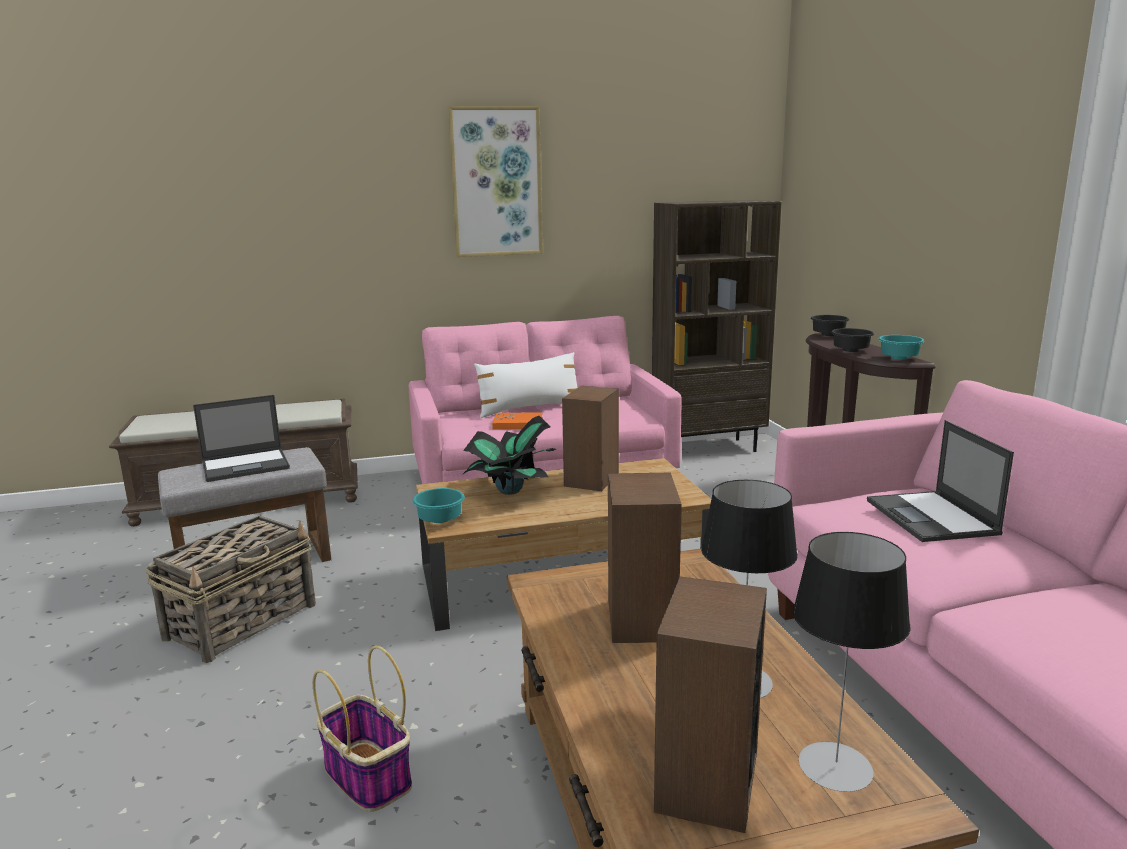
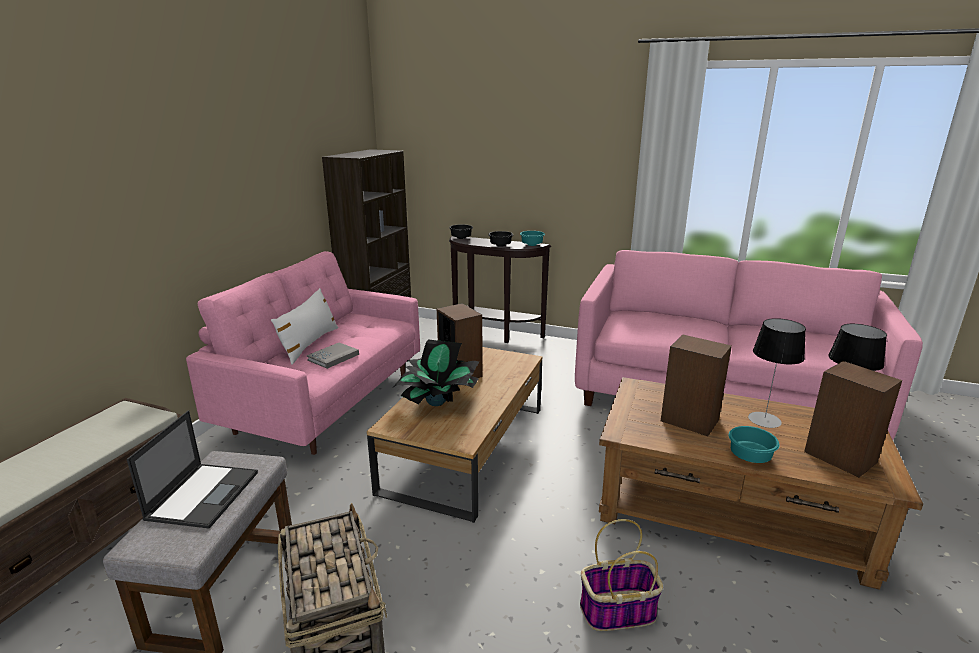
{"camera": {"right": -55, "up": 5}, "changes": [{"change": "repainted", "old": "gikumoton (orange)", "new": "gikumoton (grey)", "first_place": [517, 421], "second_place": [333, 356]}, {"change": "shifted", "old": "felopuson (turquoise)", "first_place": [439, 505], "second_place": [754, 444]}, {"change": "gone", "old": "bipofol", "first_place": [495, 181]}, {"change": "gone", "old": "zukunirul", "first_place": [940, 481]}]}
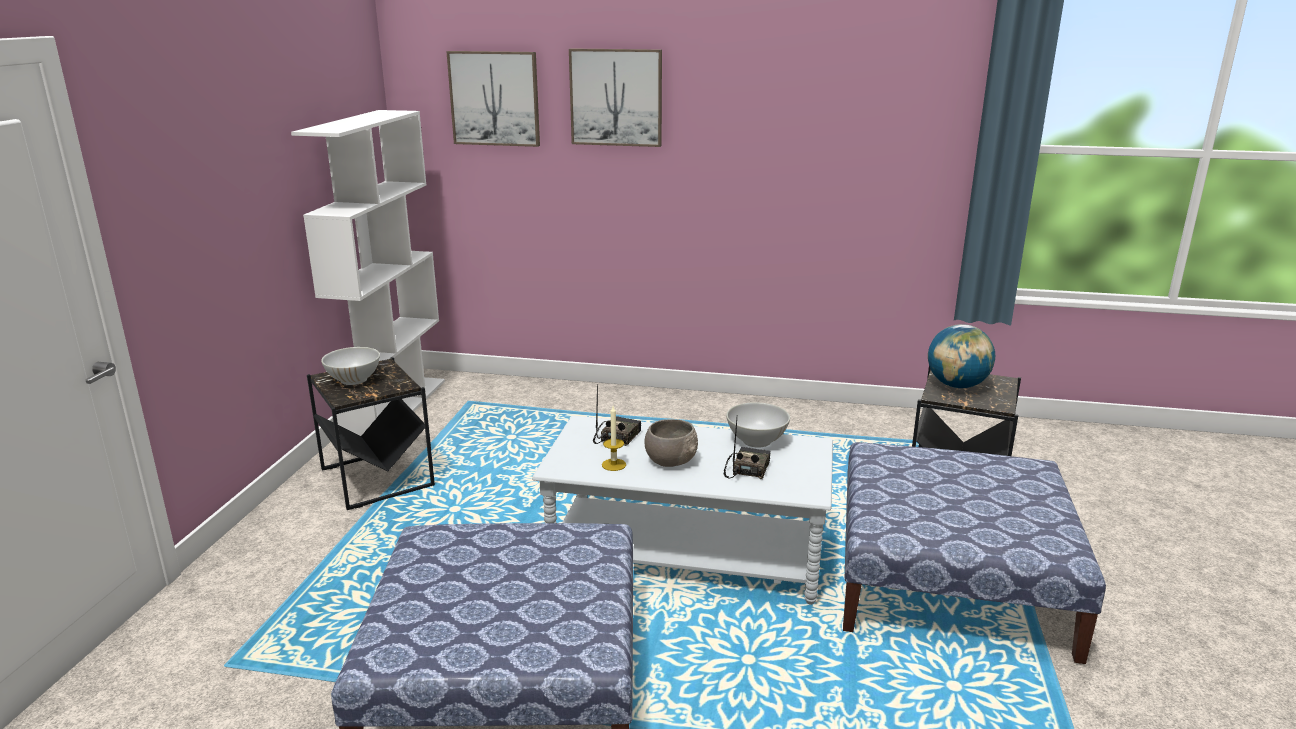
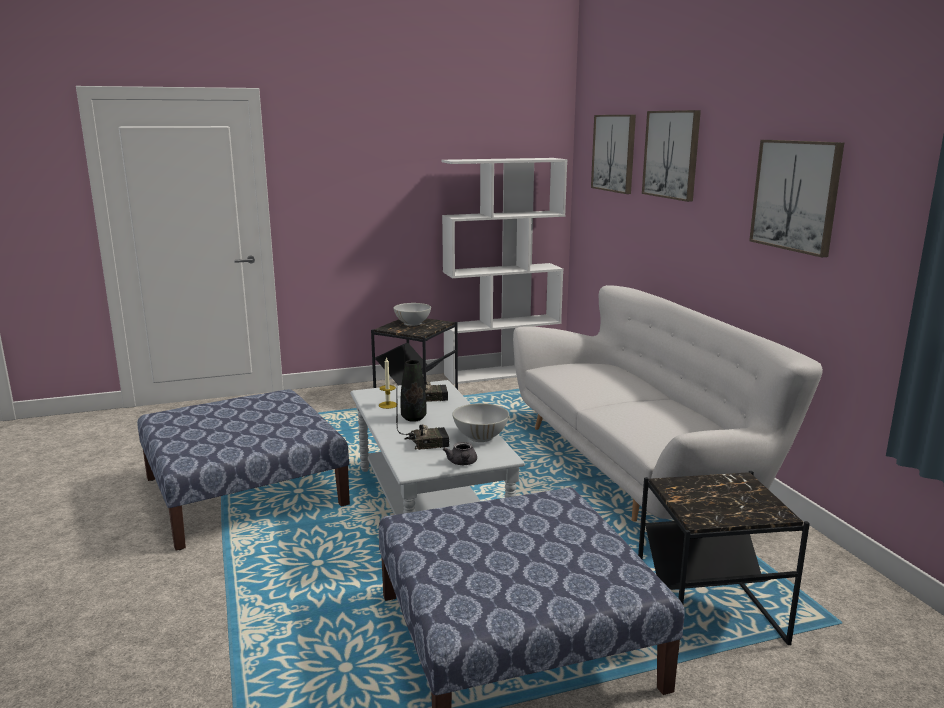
{"camera": {"right": 60, "up": -5}, "changes": [{"change": "swapped", "old": "felopuson (grey)", "new": "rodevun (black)", "first_place": [671, 443], "second_place": [413, 391]}, {"change": "new", "new": "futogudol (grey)", "second_place": [460, 453]}, {"change": "new", "new": "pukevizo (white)", "second_place": [668, 403]}, {"change": "new", "new": "bipofol", "second_place": [796, 199]}, {"change": "gone", "old": "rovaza", "first_place": [961, 356]}]}
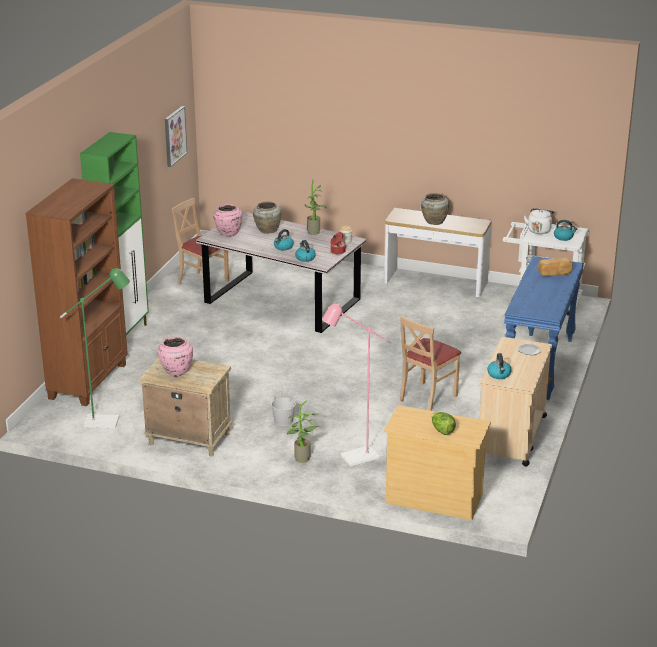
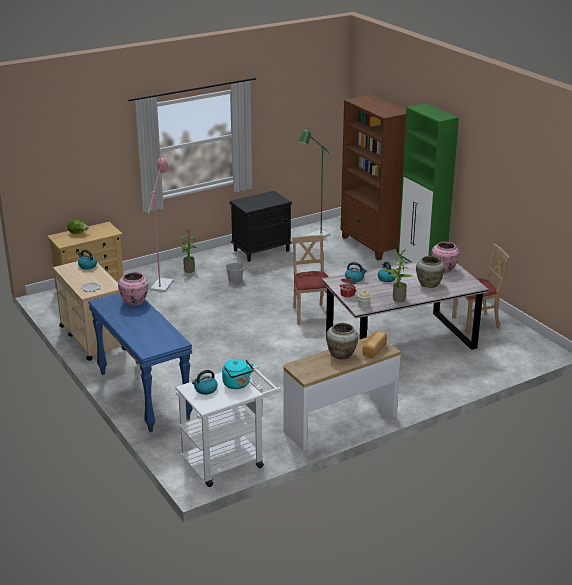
{"camera": {"right": 130, "up": 0}, "changes": [{"change": "shifted", "old": "rodevun (pink)", "first_place": [175, 356], "second_place": [133, 289]}, {"change": "repainted", "old": "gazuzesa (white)", "new": "gazuzesa (turquoise)", "first_place": [539, 221], "second_place": [238, 374]}, {"change": "repainted", "old": "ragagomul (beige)", "new": "ragagomul (black)", "first_place": [186, 407], "second_place": [260, 226]}, {"change": "shifted", "old": "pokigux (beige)", "first_place": [430, 363], "second_place": [310, 280]}, {"change": "shifted", "old": "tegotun", "first_place": [555, 267], "second_place": [375, 345]}, {"change": "gone", "old": "bipofol", "first_place": [176, 136]}]}
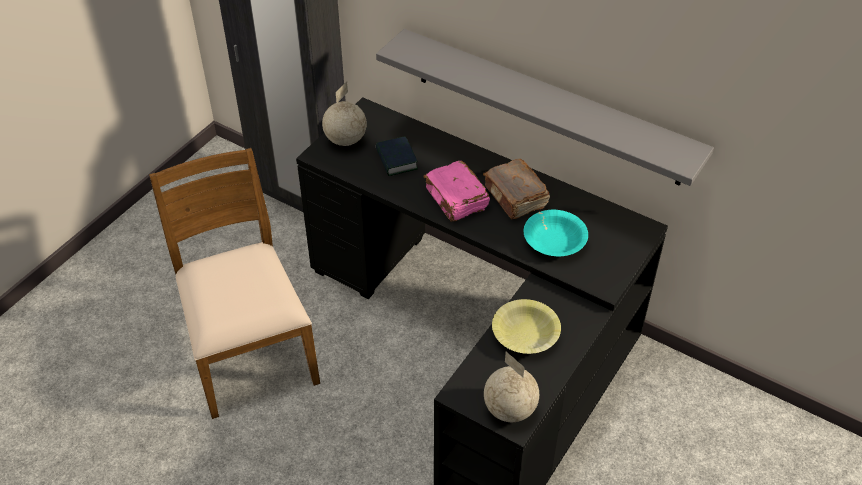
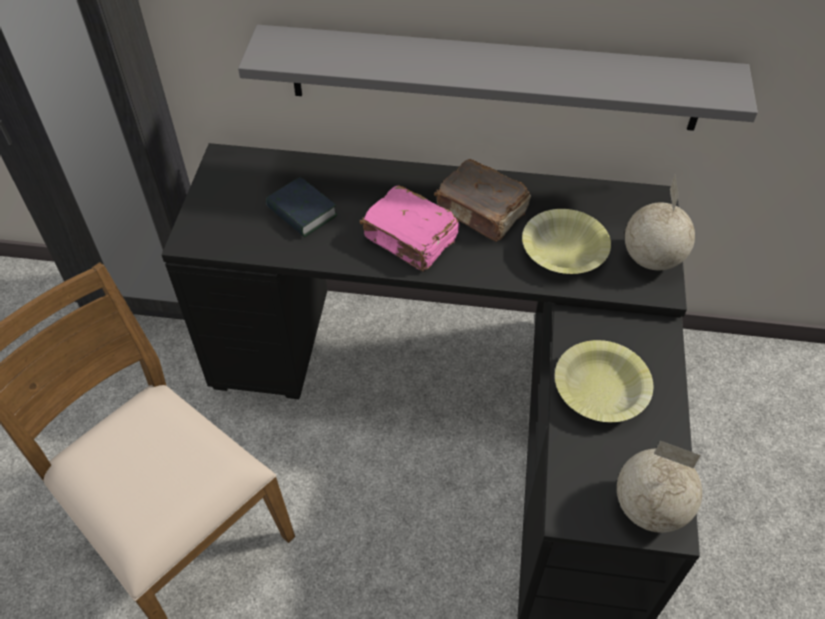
{"camera": {"right": -25, "up": 5}, "changes": [{"change": "repainted", "old": "felopuson (turquoise)", "new": "felopuson (yellow)", "first_place": [556, 233], "second_place": [566, 241]}, {"change": "shifted", "old": "rovaza", "first_place": [344, 114], "second_place": [660, 222]}]}
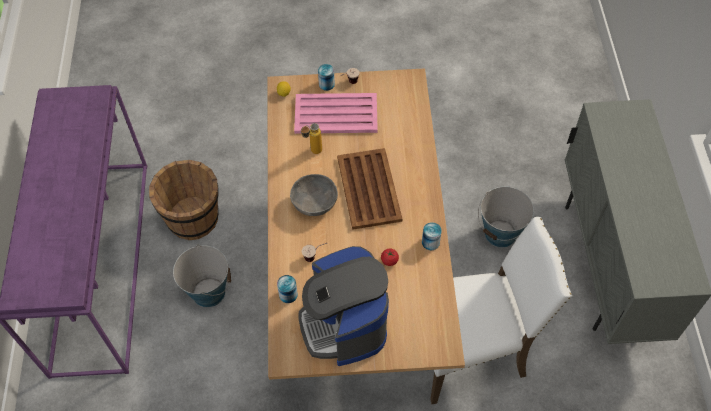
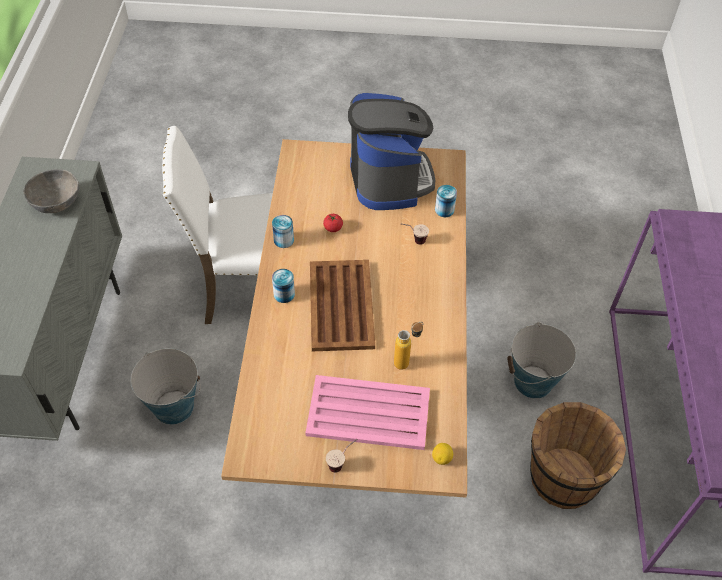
{"camera": {"right": -175, "up": -5}, "changes": [{"change": "shifted", "old": "felopuson (grey)", "first_place": [314, 195], "second_place": [51, 191]}, {"change": "shifted", "old": "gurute", "first_place": [326, 77], "second_place": [283, 286]}]}
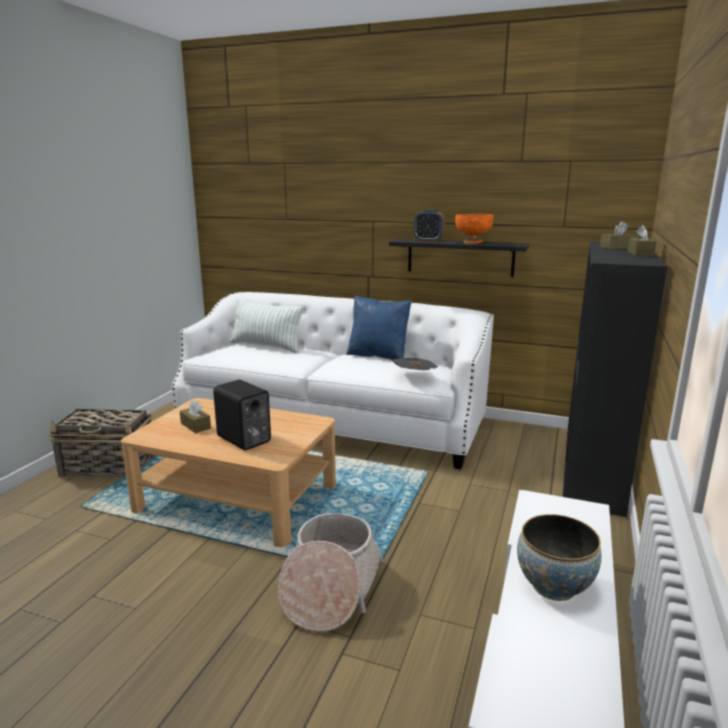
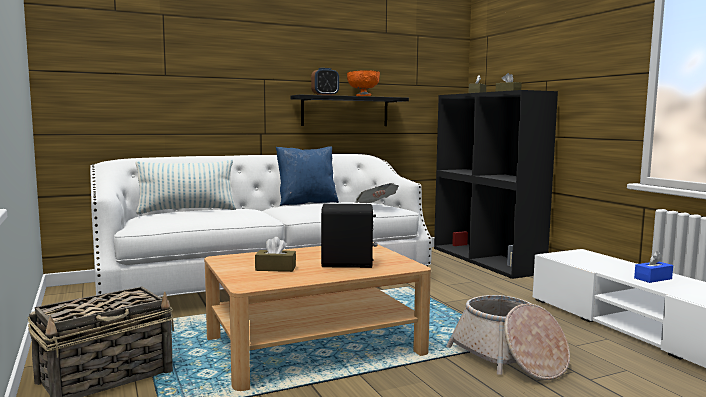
{"camera": {"right": -45, "up": -10}, "changes": [{"change": "swapped", "old": "felopuson", "new": "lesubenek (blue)", "first_place": [559, 557], "second_place": [653, 267]}]}
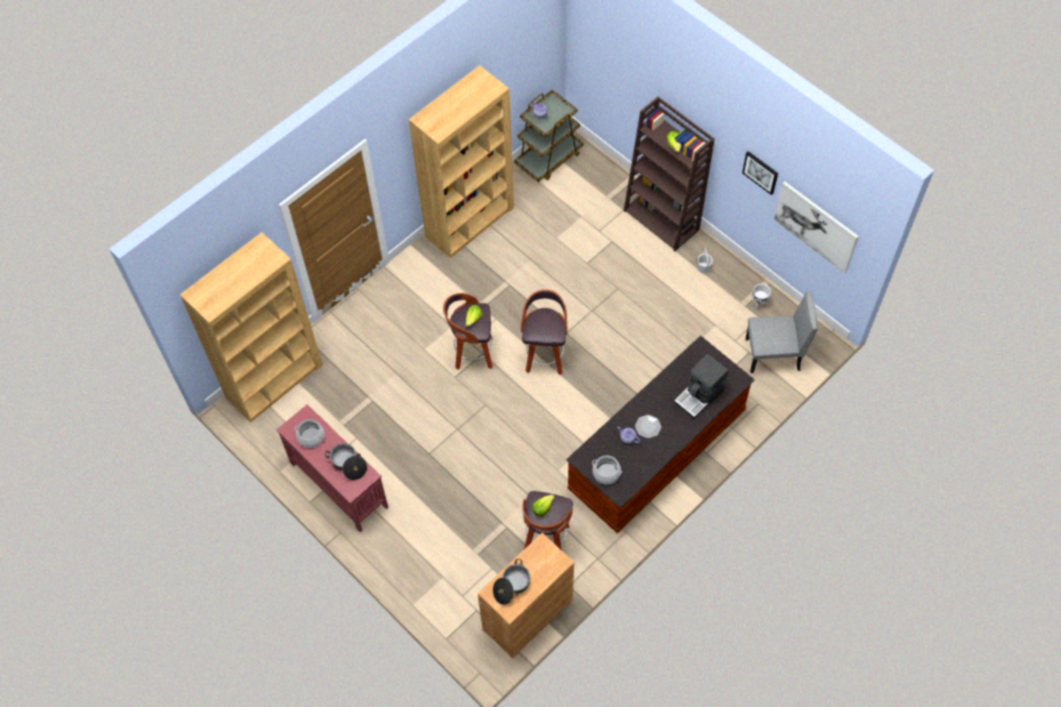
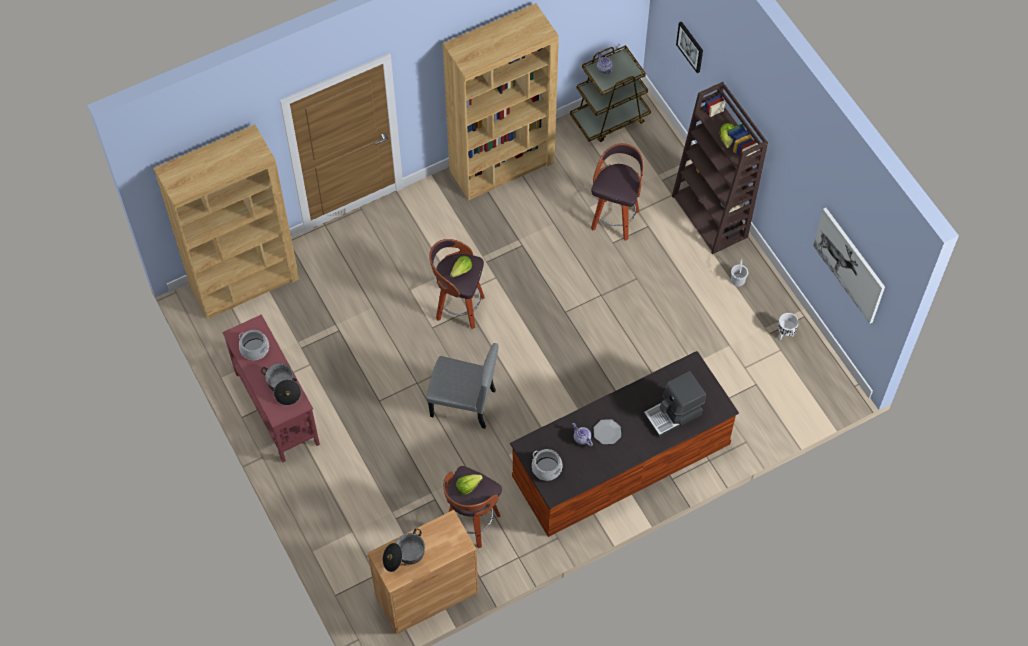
{"camera": {"right": 15, "up": 0}, "changes": [{"change": "shifted", "old": "pokigux (grey)", "first_place": [782, 332], "second_place": [462, 386]}, {"change": "shifted", "old": "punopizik", "first_place": [544, 332], "second_place": [617, 192]}, {"change": "shifted", "old": "bipofol", "first_place": [760, 173], "second_place": [689, 47]}]}
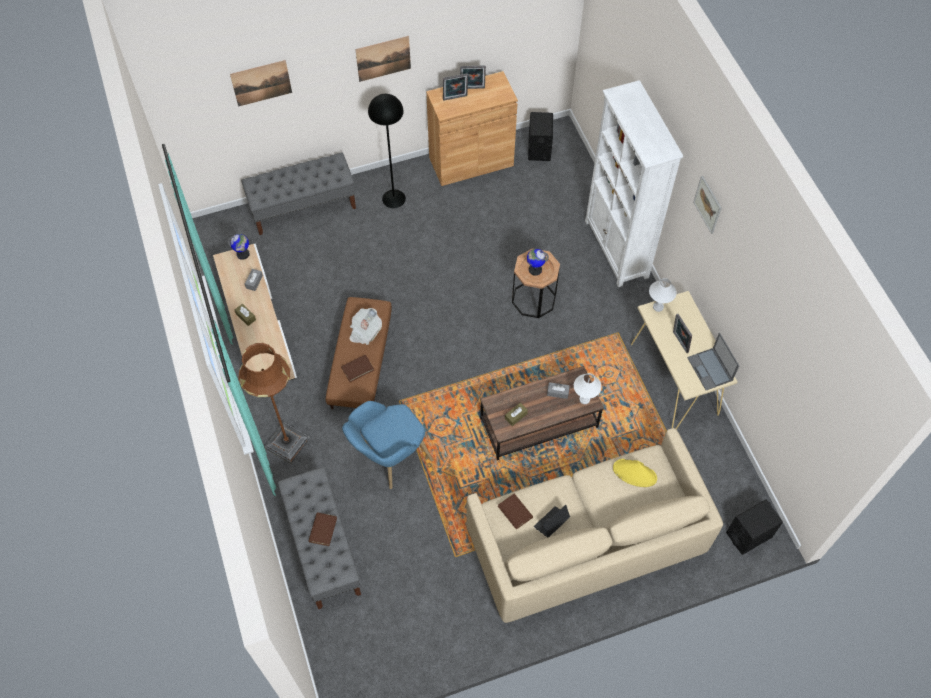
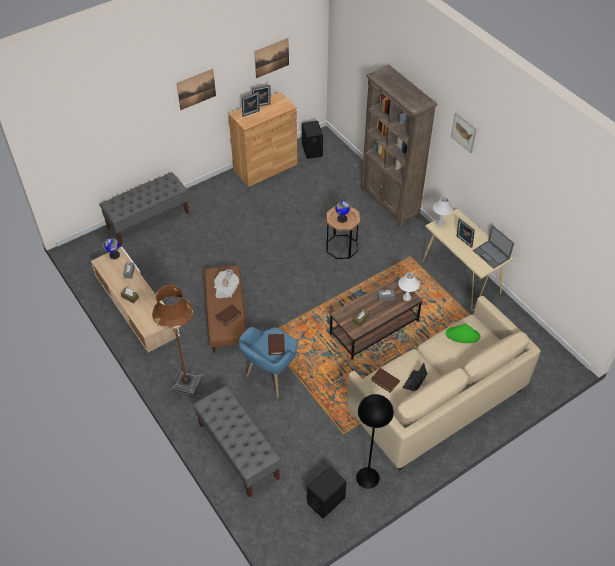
{"camera": {"right": -15, "up": -10}, "changes": [{"change": "shifted", "old": "bipofol", "first_place": [261, 83], "second_place": [271, 58]}, {"change": "shifted", "old": "gikumoton (brown)", "first_place": [323, 529], "second_place": [276, 344]}, {"change": "shifted", "old": "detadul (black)", "first_place": [754, 527], "second_place": [326, 492]}, {"change": "shifted", "old": "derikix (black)", "first_place": [387, 151], "second_place": [375, 441]}, {"change": "repainted", "old": "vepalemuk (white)", "new": "vepalemuk (brown)", "first_place": [634, 183], "second_place": [399, 146]}, {"change": "repainted", "old": "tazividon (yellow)", "new": "tazividon (green)", "first_place": [635, 473], "second_place": [463, 333]}]}
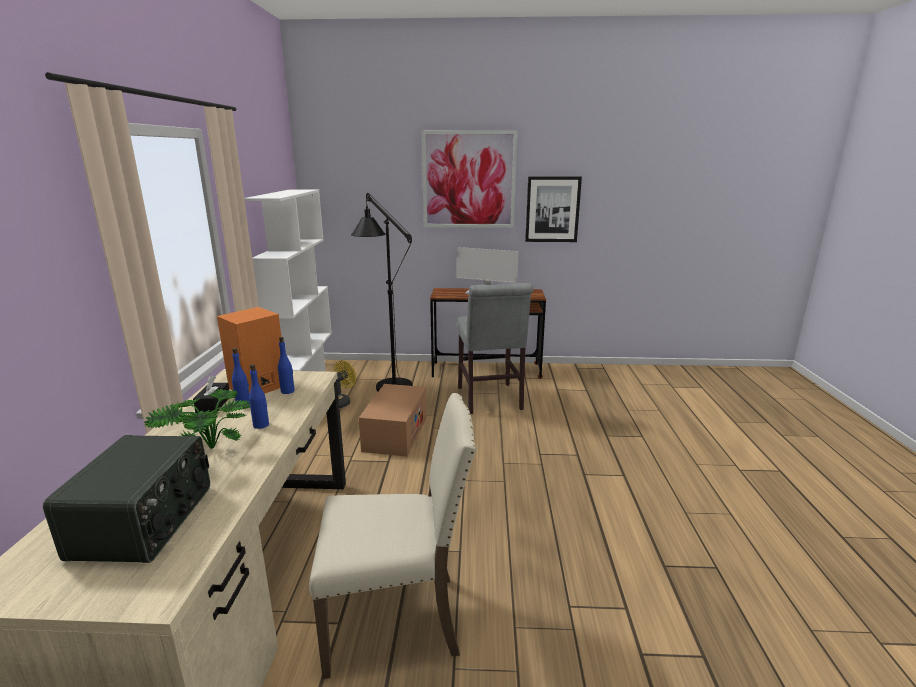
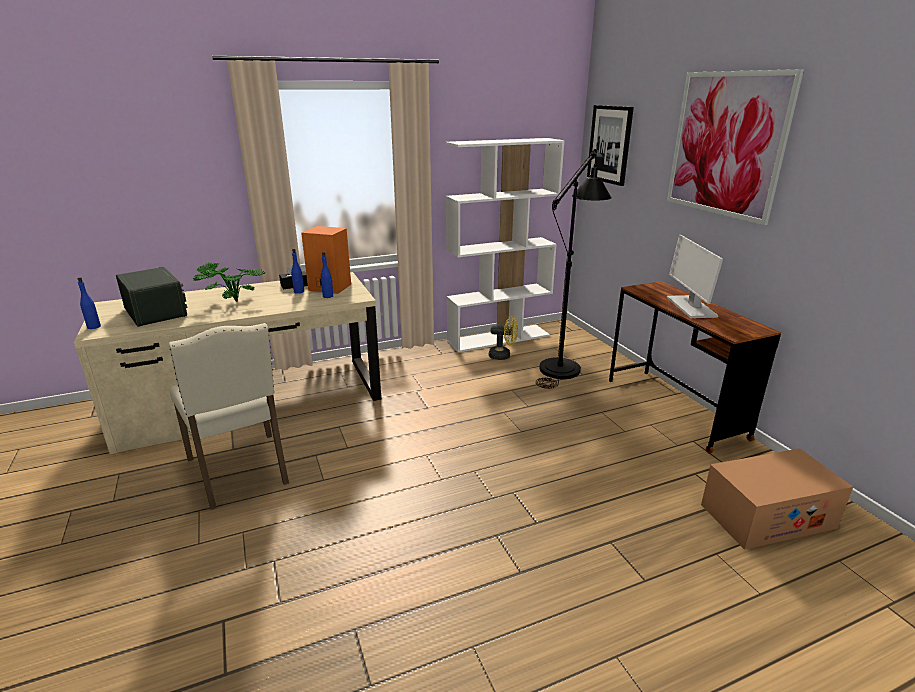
{"camera": {"right": 65, "up": 5}, "changes": [{"change": "shifted", "old": "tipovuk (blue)", "first_place": [259, 396], "second_place": [89, 303]}, {"change": "rotated", "old": "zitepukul", "first_place": [126, 499], "second_place": [152, 297], "degrees": -105}, {"change": "shifted", "old": "bipofol", "first_place": [553, 209], "second_place": [610, 145]}, {"change": "shifted", "old": "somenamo", "first_place": [393, 420], "second_place": [777, 499]}, {"change": "gone", "old": "pokigux (grey)", "first_place": [495, 348]}]}
